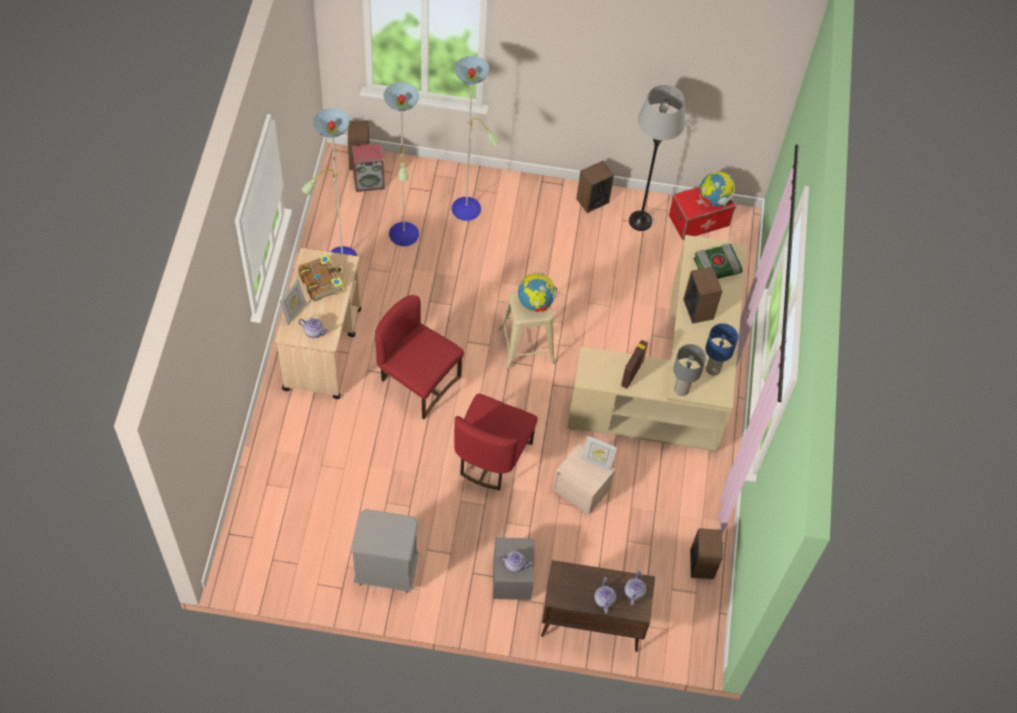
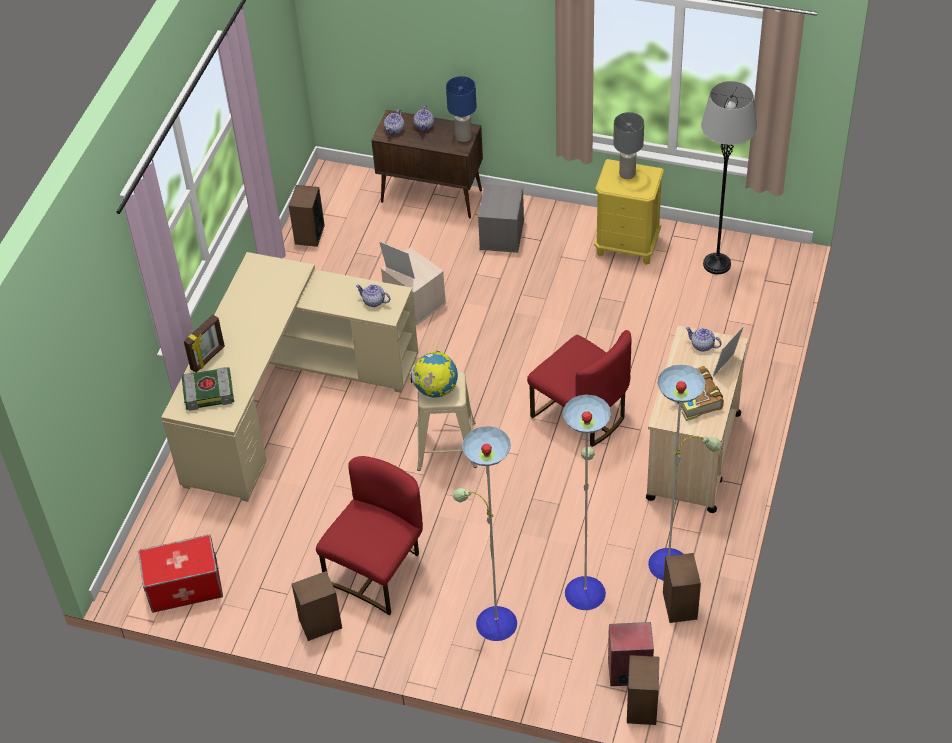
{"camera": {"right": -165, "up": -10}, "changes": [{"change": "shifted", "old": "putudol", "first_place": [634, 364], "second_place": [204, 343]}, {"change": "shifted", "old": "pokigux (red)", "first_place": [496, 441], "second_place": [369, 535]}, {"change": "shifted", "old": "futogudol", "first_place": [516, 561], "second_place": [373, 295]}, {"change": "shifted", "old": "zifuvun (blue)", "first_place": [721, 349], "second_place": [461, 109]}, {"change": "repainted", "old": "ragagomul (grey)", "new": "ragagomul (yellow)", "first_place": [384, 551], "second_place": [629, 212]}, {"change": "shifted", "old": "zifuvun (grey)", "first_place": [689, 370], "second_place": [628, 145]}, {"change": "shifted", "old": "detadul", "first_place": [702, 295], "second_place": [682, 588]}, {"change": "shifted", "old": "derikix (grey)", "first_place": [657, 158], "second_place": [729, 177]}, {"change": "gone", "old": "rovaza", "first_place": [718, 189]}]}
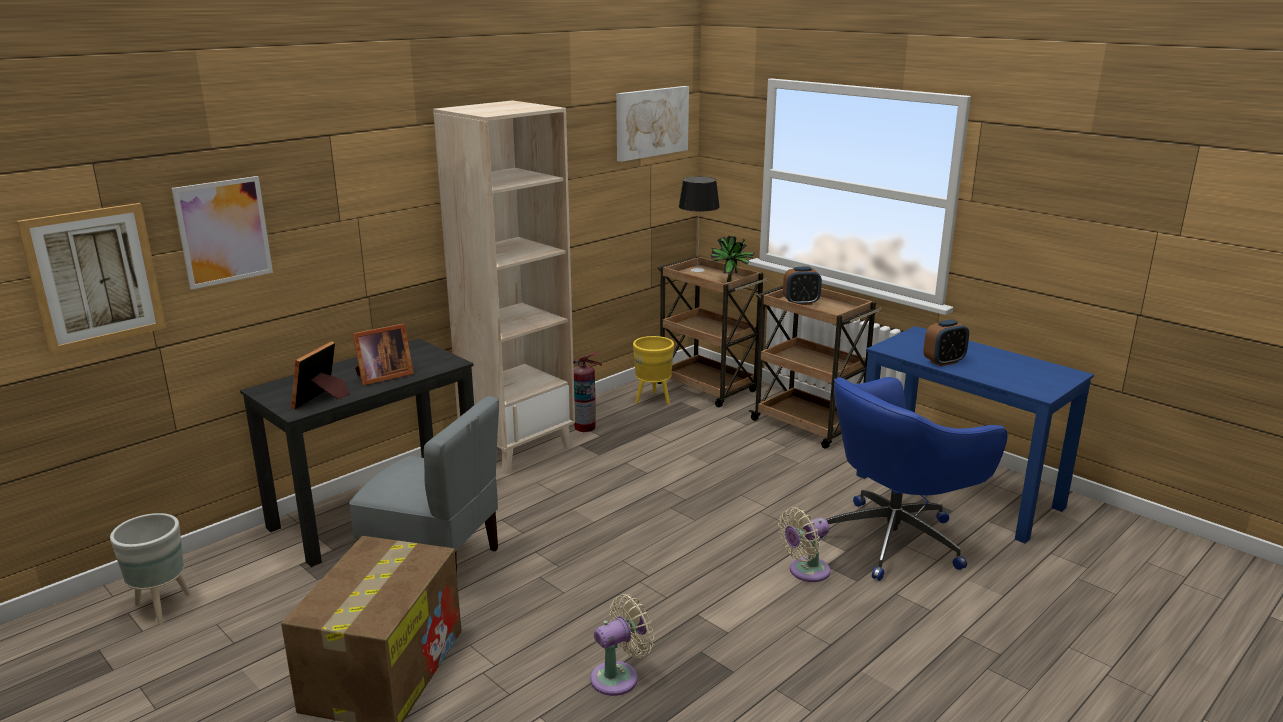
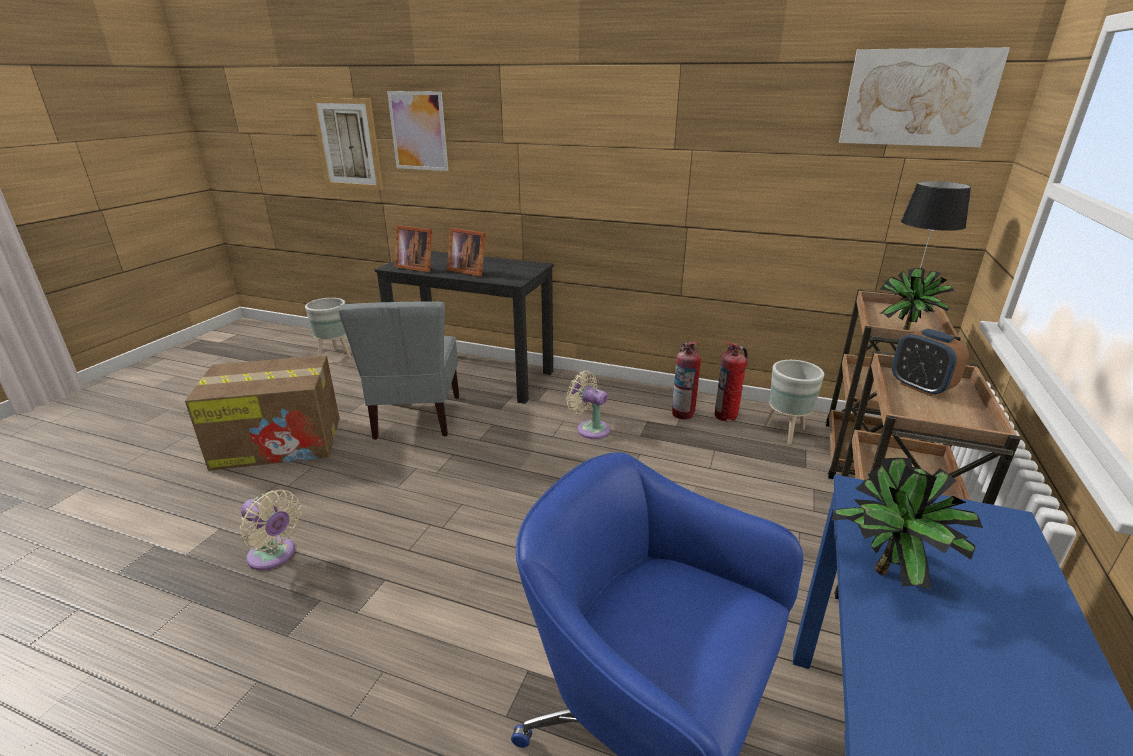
{"camera": {"right": 65, "up": 5}, "changes": [{"change": "rotated", "old": "putudol", "first_place": [320, 375], "second_place": [413, 248], "degrees": -150}, {"change": "shifted", "old": "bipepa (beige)", "first_place": [804, 544], "second_place": [588, 405]}, {"change": "new", "new": "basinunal", "second_place": [731, 382]}, {"change": "repainted", "old": "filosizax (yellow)", "new": "filosizax (grey)", "first_place": [653, 370], "second_place": [794, 402]}, {"change": "swapped", "old": "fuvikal", "new": "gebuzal", "first_place": [946, 343], "second_place": [907, 524]}, {"change": "gone", "old": "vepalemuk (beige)", "first_place": [504, 287]}]}
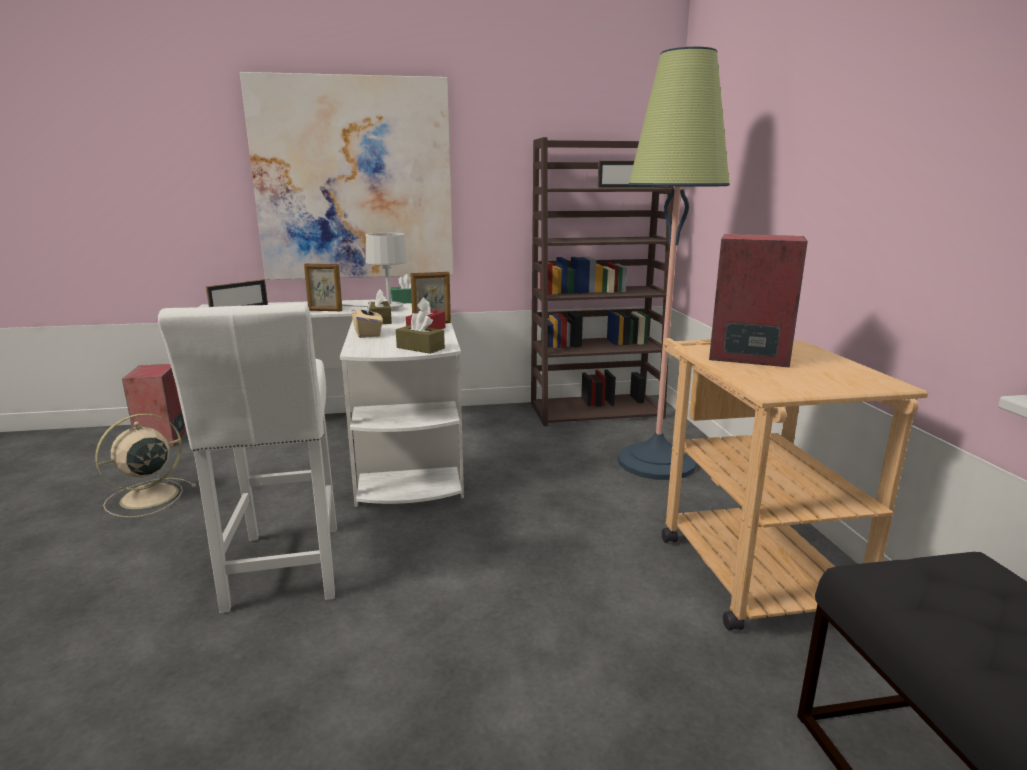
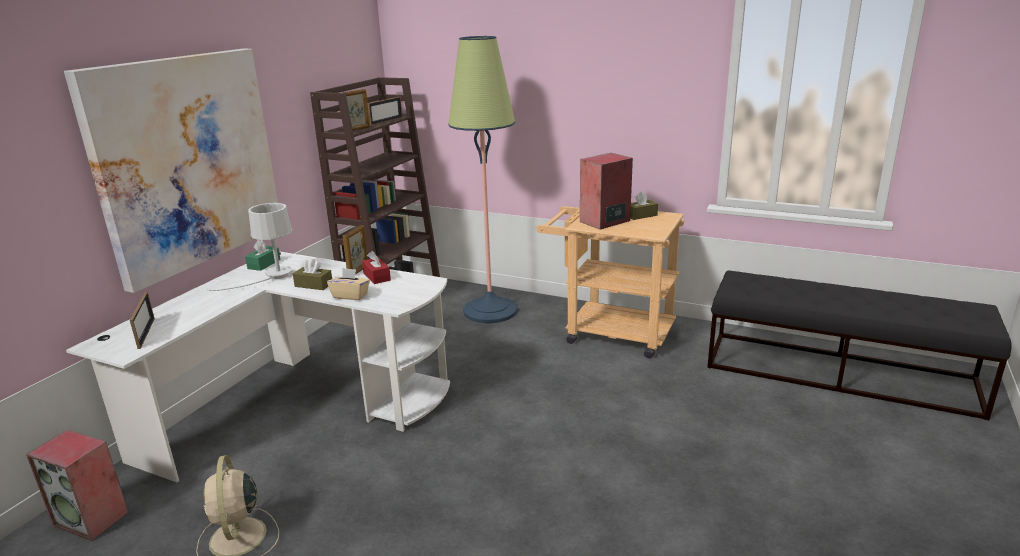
{"camera": {"right": -55, "up": 5}, "changes": [{"change": "shifted", "old": "putudol", "first_place": [323, 287], "second_place": [356, 109]}, {"change": "shifted", "old": "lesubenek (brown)", "first_place": [420, 332], "second_place": [644, 206]}, {"change": "gone", "old": "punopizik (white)", "first_place": [247, 458]}]}
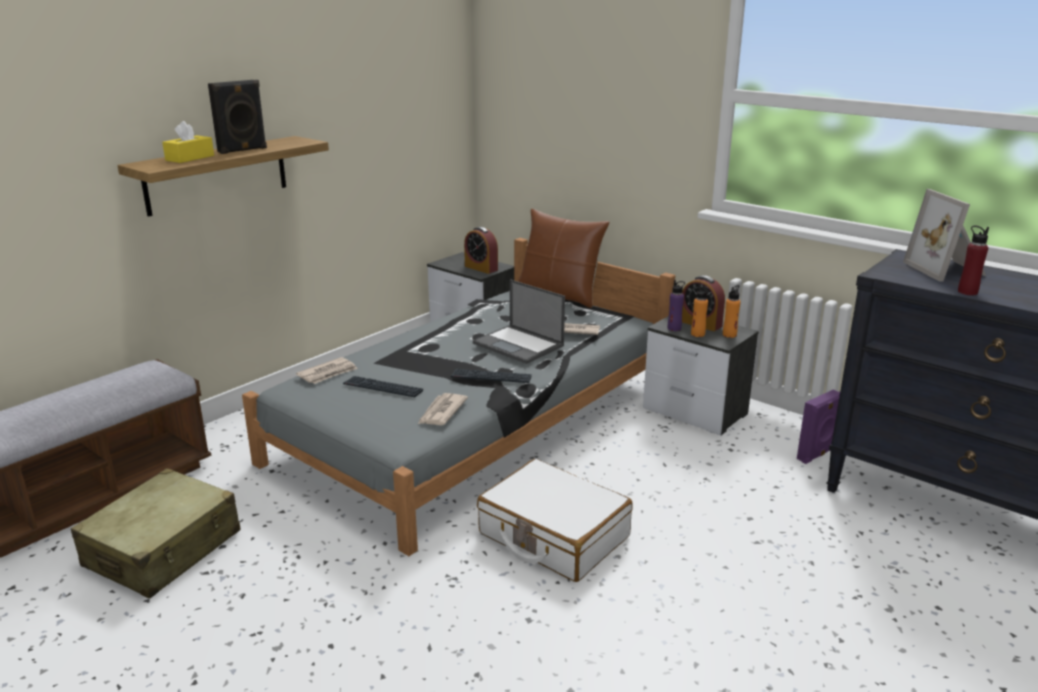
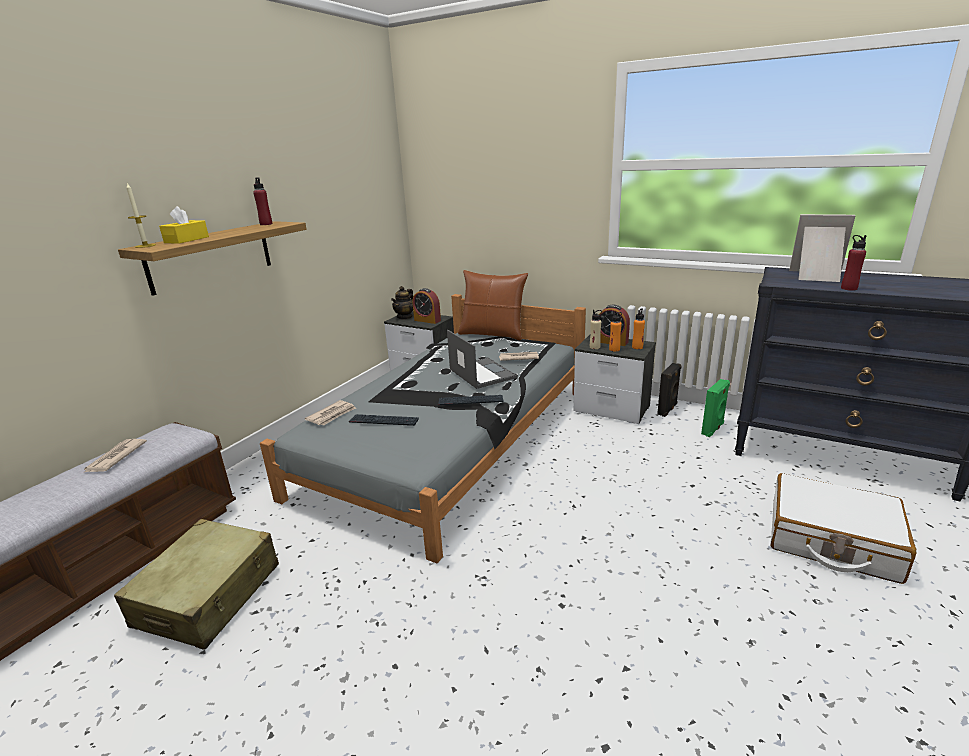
{"camera": {"right": -10, "up": 0}, "changes": [{"change": "shifted", "old": "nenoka", "first_place": [443, 409], "second_place": [115, 455]}, {"change": "new", "new": "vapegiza", "second_place": [141, 215]}, {"change": "new", "new": "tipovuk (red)", "second_place": [262, 201]}, {"change": "new", "new": "futogudol", "second_place": [402, 302]}, {"change": "rotated", "old": "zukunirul", "first_place": [519, 321], "second_place": [482, 359], "degrees": -150}, {"change": "repainted", "old": "tipovuk (purple)", "new": "tipovuk (beige)", "first_place": [676, 305], "second_place": [596, 329]}, {"change": "shifted", "old": "detadul (black)", "first_place": [237, 117], "second_place": [669, 390]}, {"change": "repainted", "old": "detadul (purple)", "new": "detadul (green)", "first_place": [818, 427], "second_place": [715, 408]}, {"change": "shifted", "old": "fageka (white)", "first_place": [555, 520], "second_place": [843, 528]}, {"change": "rotated", "old": "putudol", "first_place": [944, 235], "second_place": [822, 248], "degrees": 135}]}
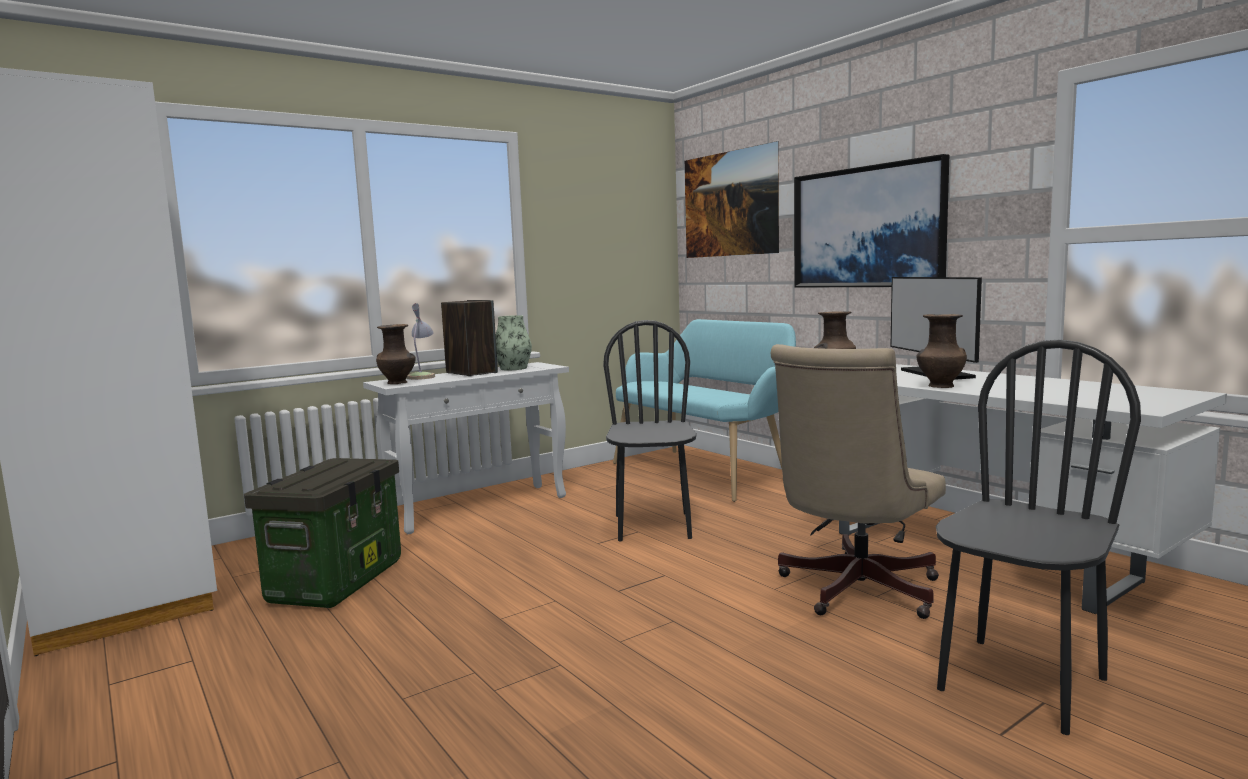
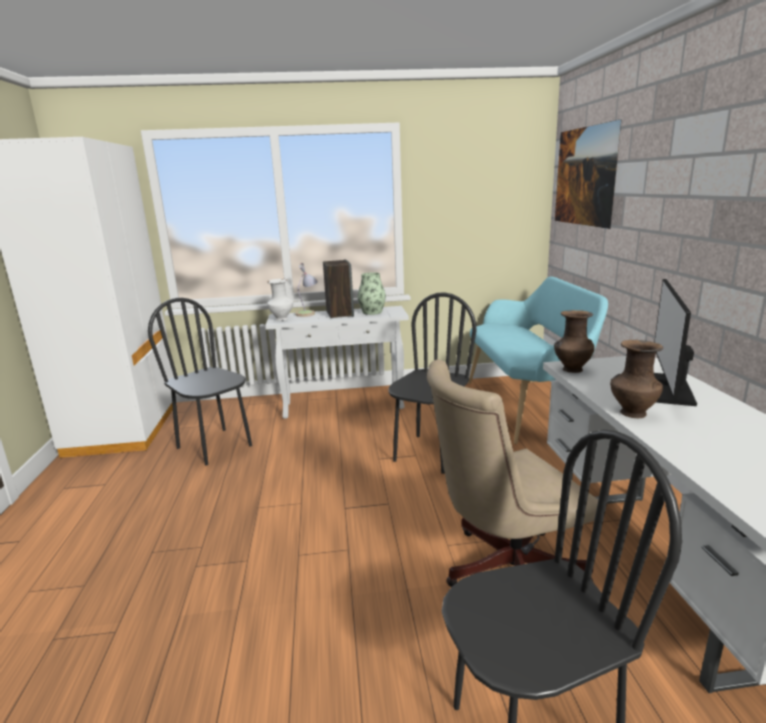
{"camera": {"right": 30, "up": 10}, "changes": [{"change": "swapped", "old": "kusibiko", "new": "pokigux (black)", "first_place": [322, 533], "second_place": [200, 382]}, {"change": "repainted", "old": "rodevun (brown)", "new": "rodevun (white)", "first_place": [396, 354], "second_place": [280, 300]}, {"change": "gone", "old": "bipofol", "first_place": [871, 221]}]}
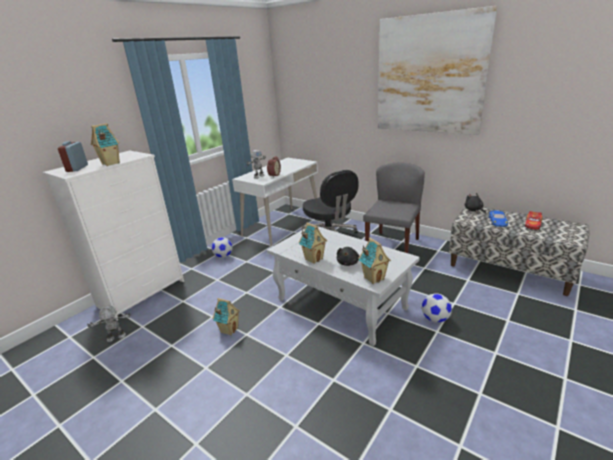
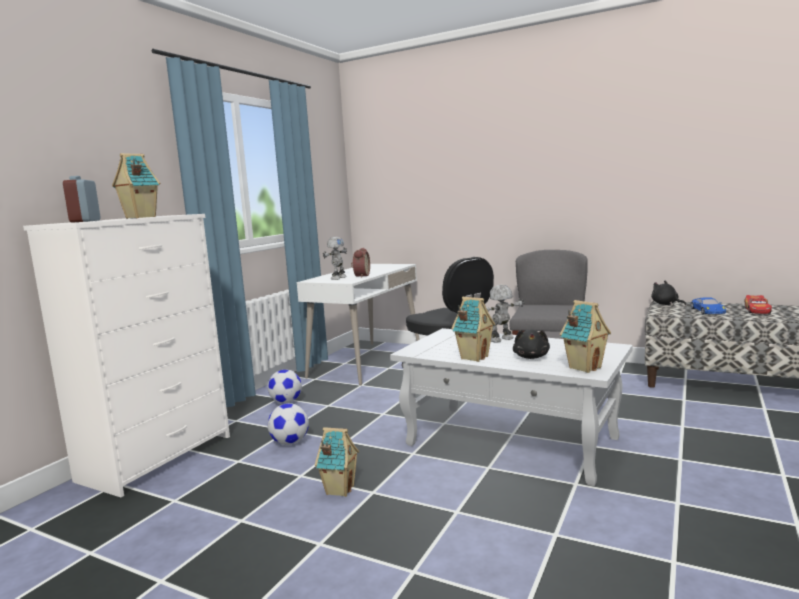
{"camera": {"right": -10, "up": -15}, "changes": [{"change": "shifted", "old": "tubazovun", "first_place": [437, 308], "second_place": [288, 424]}, {"change": "shifted", "old": "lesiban", "first_place": [109, 323], "second_place": [505, 314]}, {"change": "gone", "old": "bipofol", "first_place": [437, 70]}]}
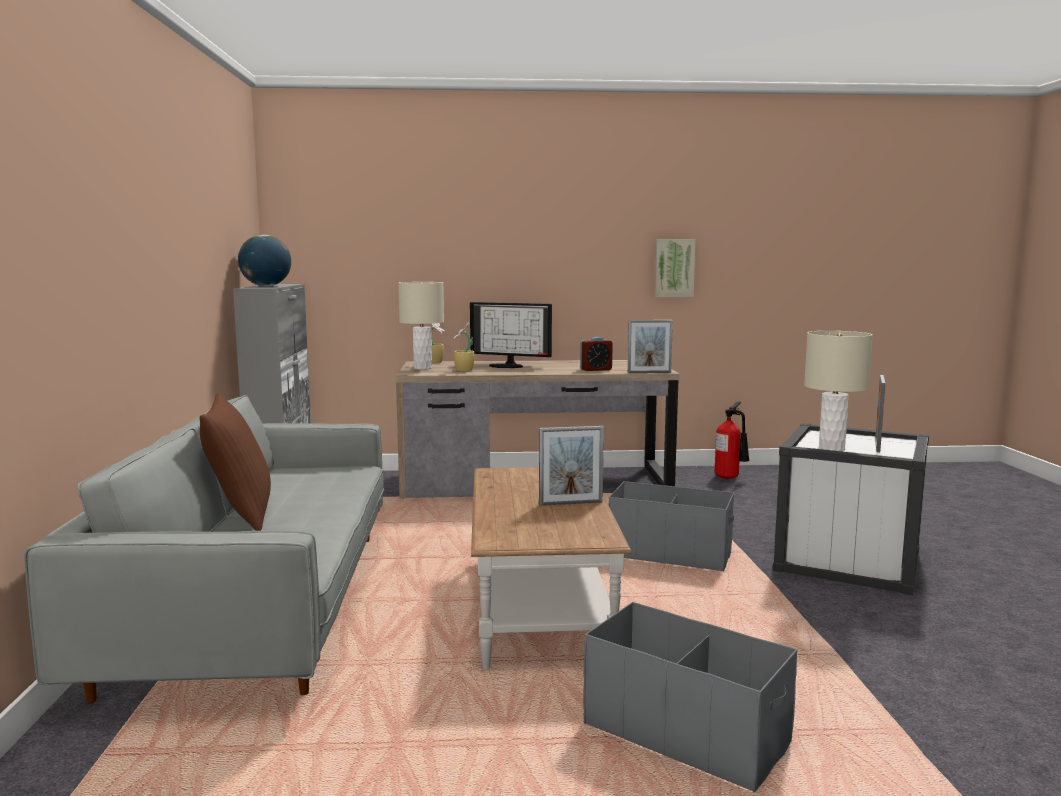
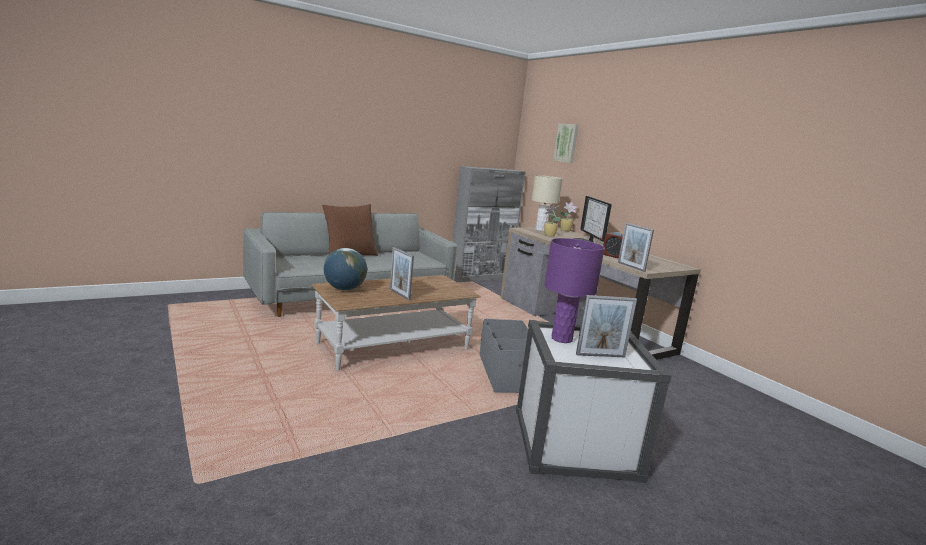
{"camera": {"right": 60, "up": 5}, "changes": [{"change": "shifted", "old": "rovaza", "first_place": [264, 260], "second_place": [345, 269]}, {"change": "repainted", "old": "zifuvun (beige)", "new": "zifuvun (purple)", "first_place": [838, 391], "second_place": [574, 290]}, {"change": "shifted", "old": "bipofol", "first_place": [675, 268], "second_place": [565, 143]}, {"change": "gone", "old": "kusibiko (grey)", "first_place": [690, 697]}, {"change": "gone", "old": "basinunal", "first_place": [732, 440]}]}
